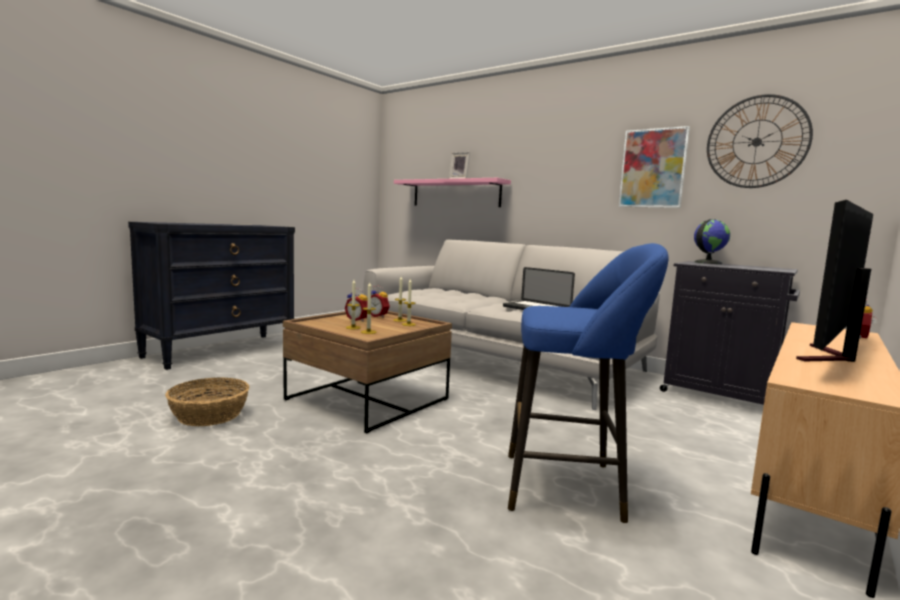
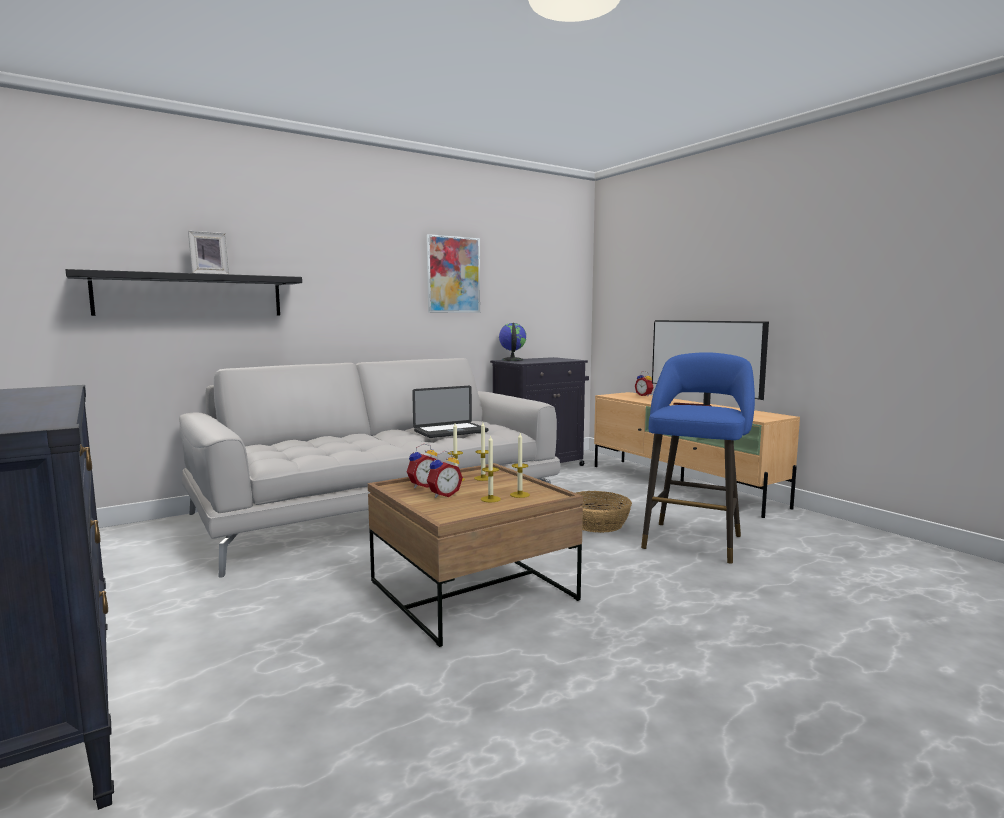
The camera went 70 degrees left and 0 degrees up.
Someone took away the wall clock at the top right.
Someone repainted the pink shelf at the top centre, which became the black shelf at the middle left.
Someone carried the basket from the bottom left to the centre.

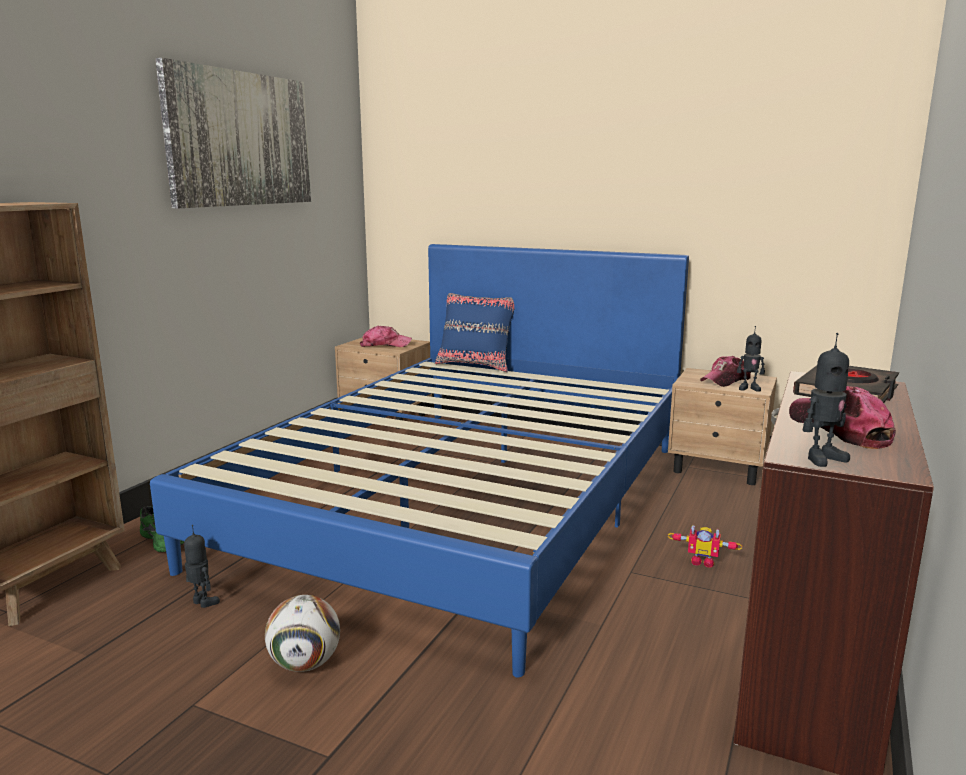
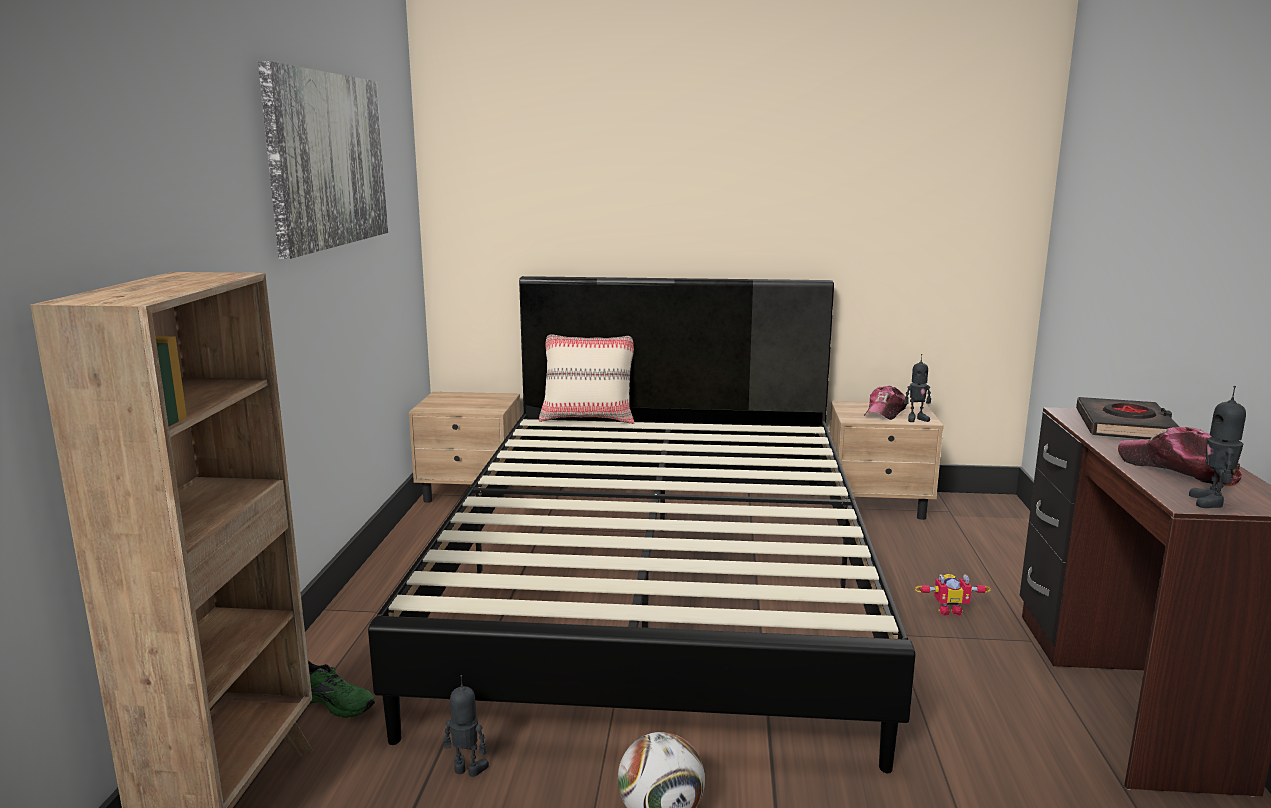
The camera went 20 degrees left and 0 degrees up.
Someone repainted the blue bed at the centre, which became the black bed at the centre.
Someone repainted the blue pillow at the centre, which became the beige pillow at the centre.
Someone took away the cap (no. 1 from left) at the centre.
Someone rotated the toy robot (no. 4 from left) at the middle right by 150 degrees clockwise.

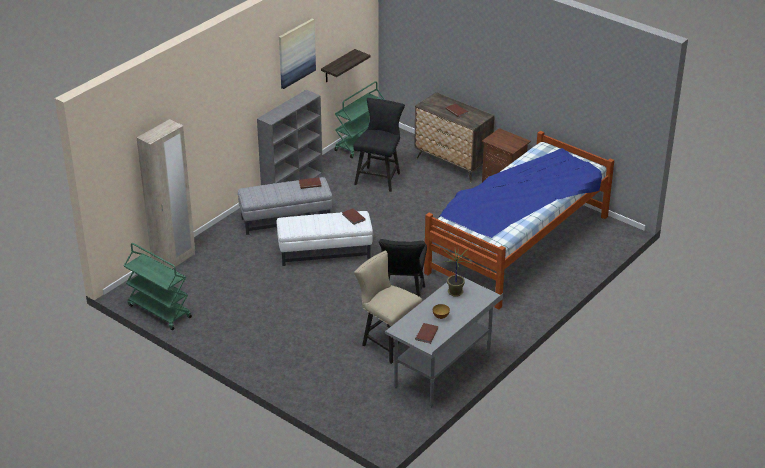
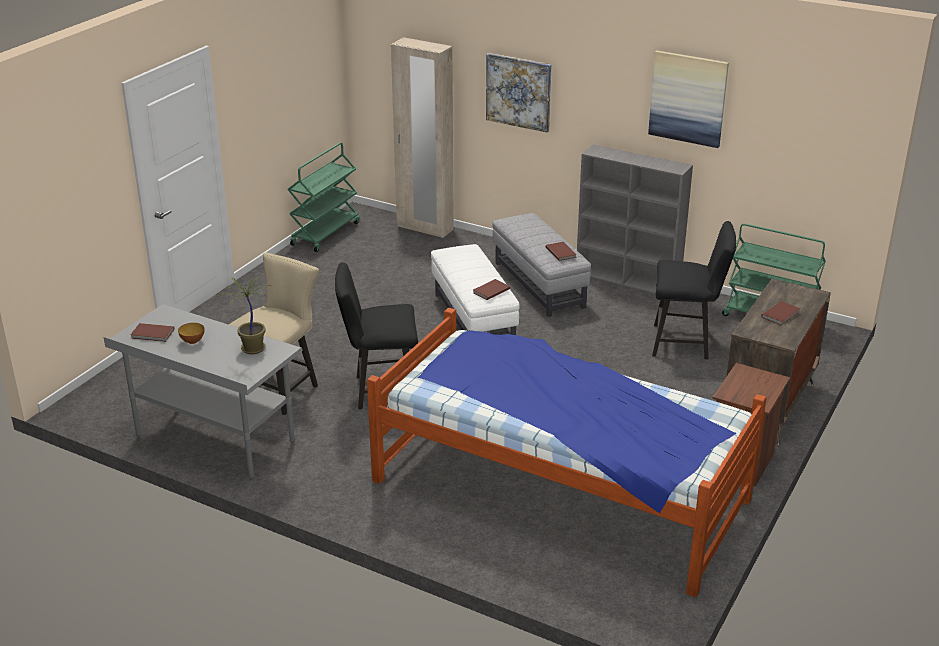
The camera went 80 degrees right and 5 degrees down.
Someone took away the shelf at the top centre.
Someone put up the picture (no. 1 from left) at the top centre.

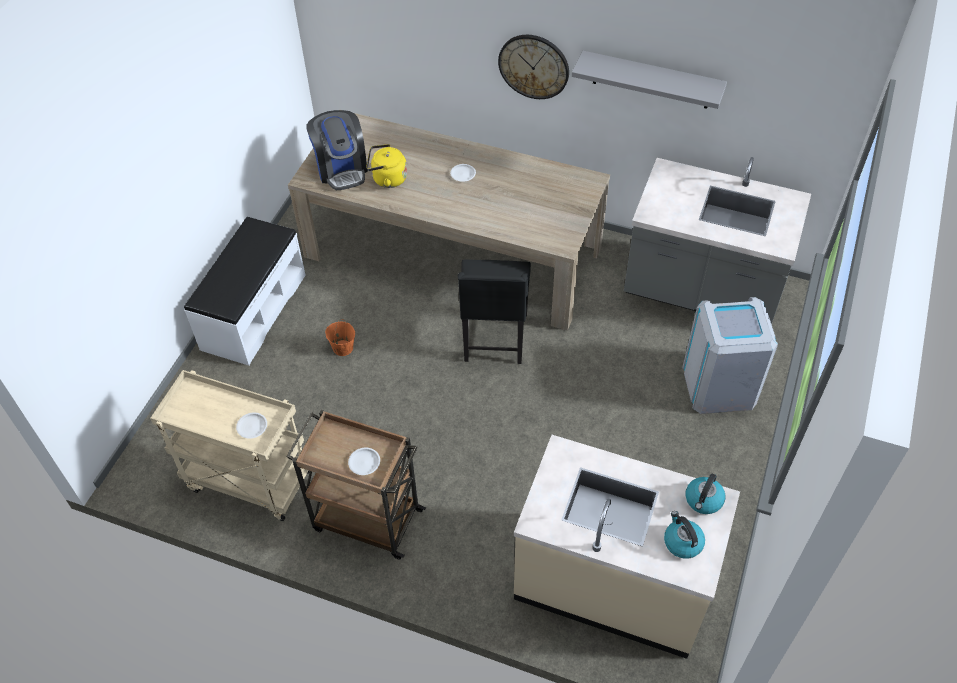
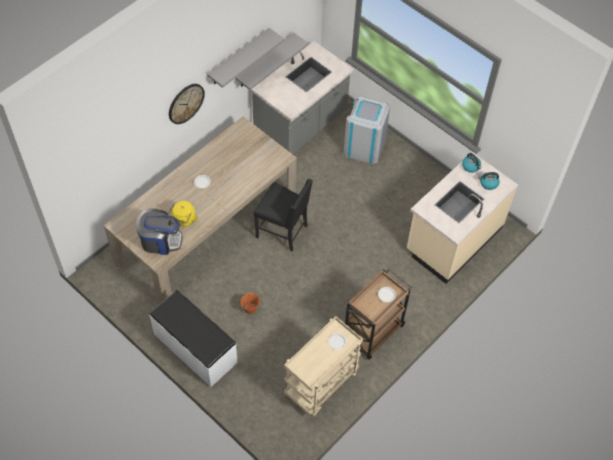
The camera went 70 degrees left and 5 degrees up.
Someone put up the grey shelf (no. 2 from left) at the top centre.

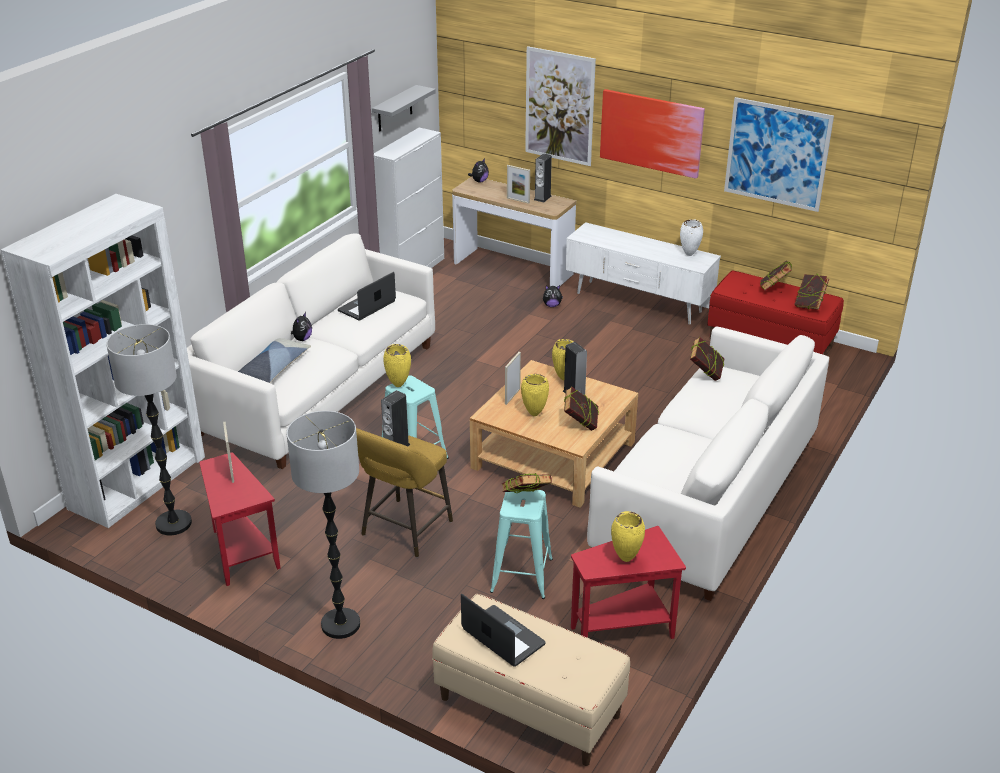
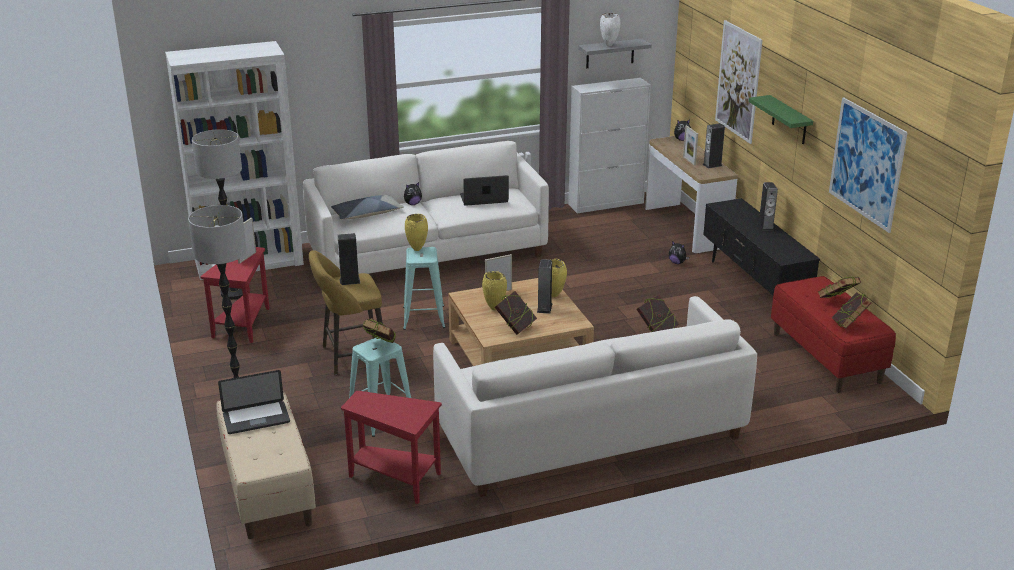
The camera went 40 degrees right and 5 degrees down.
Someone swapped the picture (no. 2 from left) at the top centre for the green shelf at the top right.
Someone carried the white vase from the top right to the top centre.
Someone repainted the white tv stand at the centre, which became the black tv stand at the middle right.
Someone took away the yellow vase (no. 4 from left) at the bottom centre.
Someone rotated the laptop (no. 2 from left in the first image) at the bottom centre by 75 degrees clockwise.
Someone put down the speaker (no. 4 from left) at the middle right.

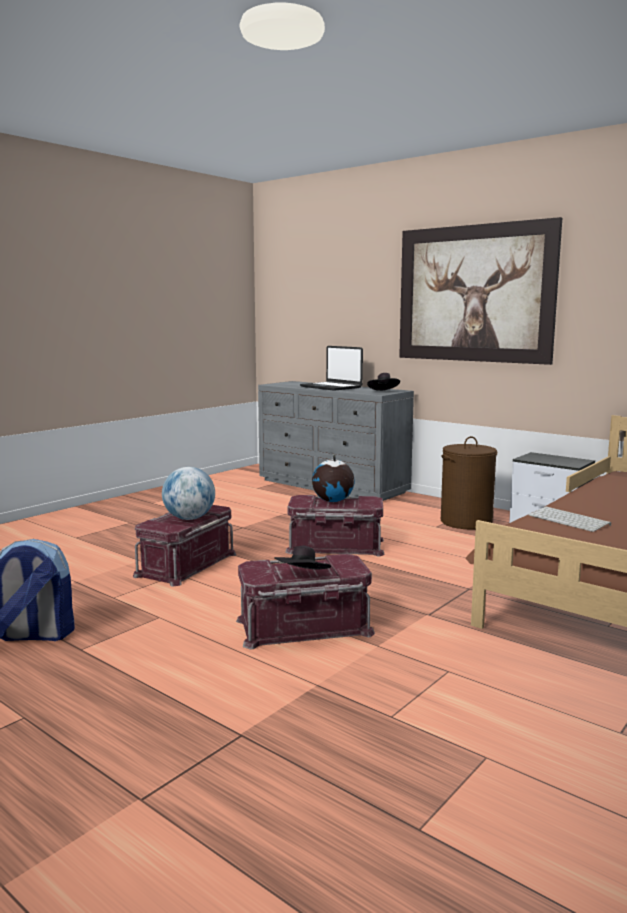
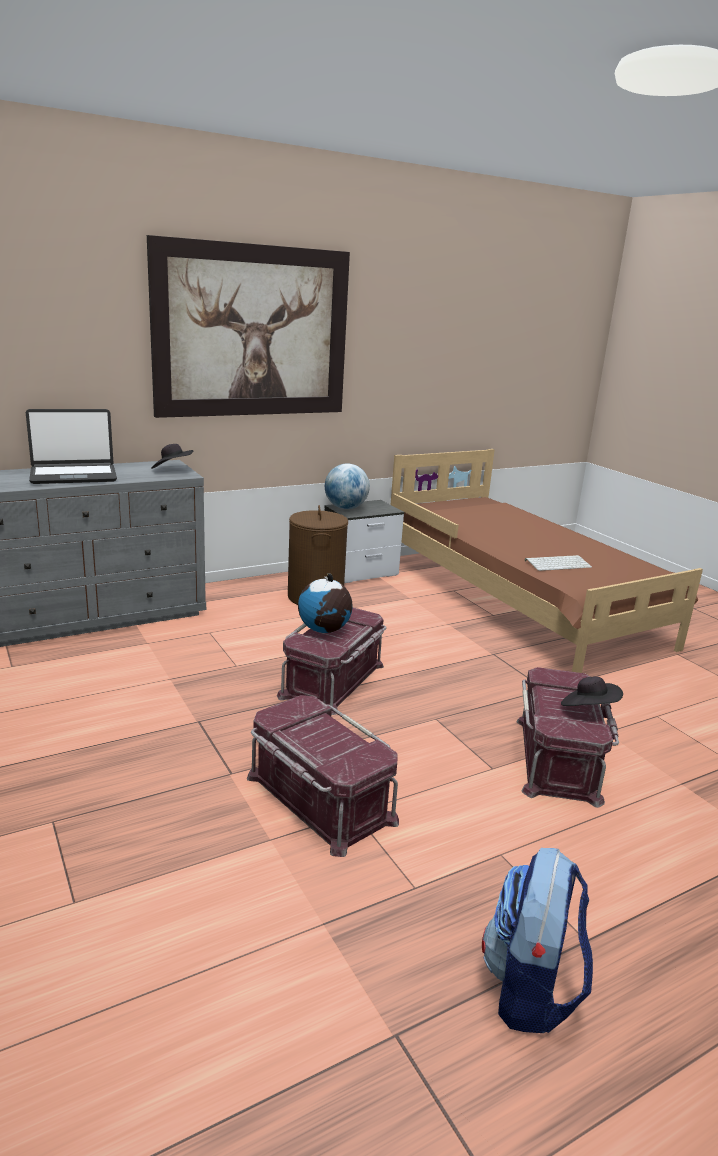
The camera went 70 degrees left and 10 degrees up.
Someone carried the globe (no. 1 from left in the first image) from the middle left to the centre.

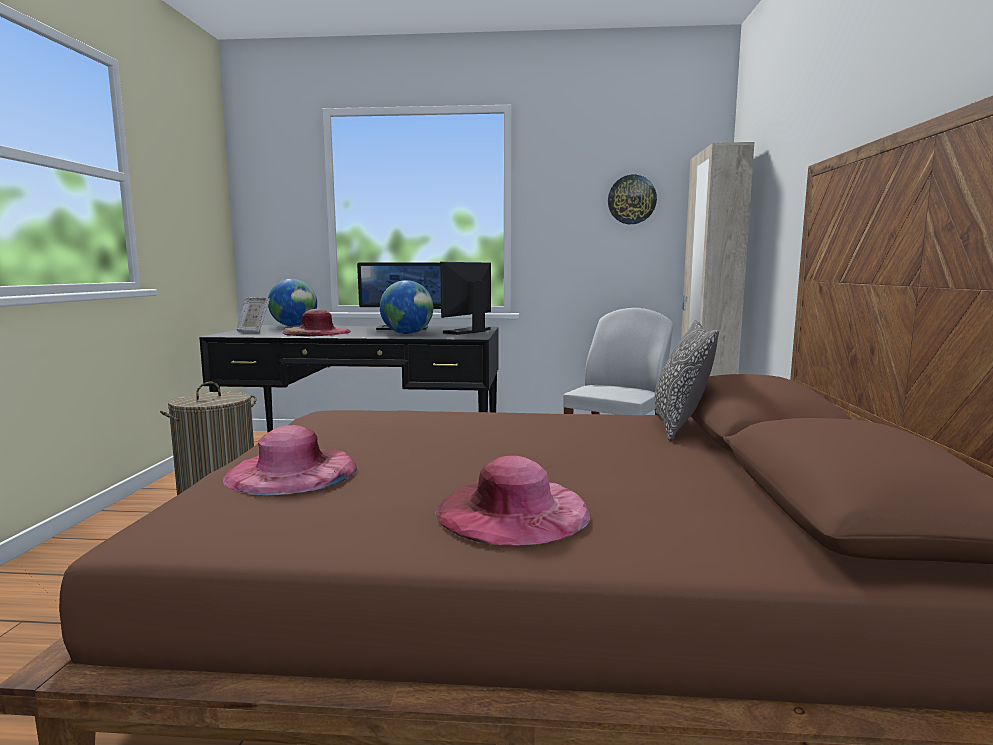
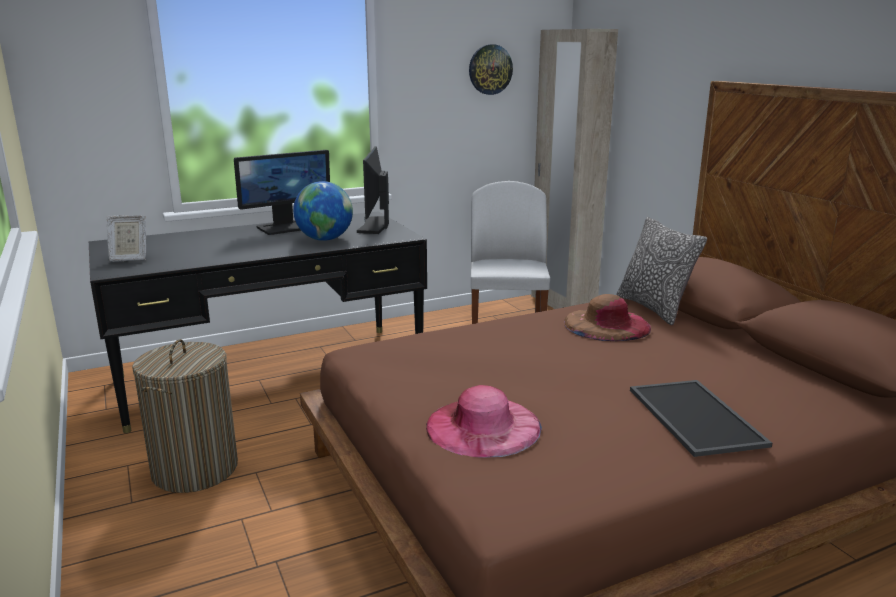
The camera went 30 degrees left and 10 degrees up.
Someone took away the globe (no. 1 from left) at the middle left.
Someone carried the brown hat from the middle left to the middle right.
Someone swapped the pink hat (no. 2 from left) at the bottom centre for the tray at the bottom right.

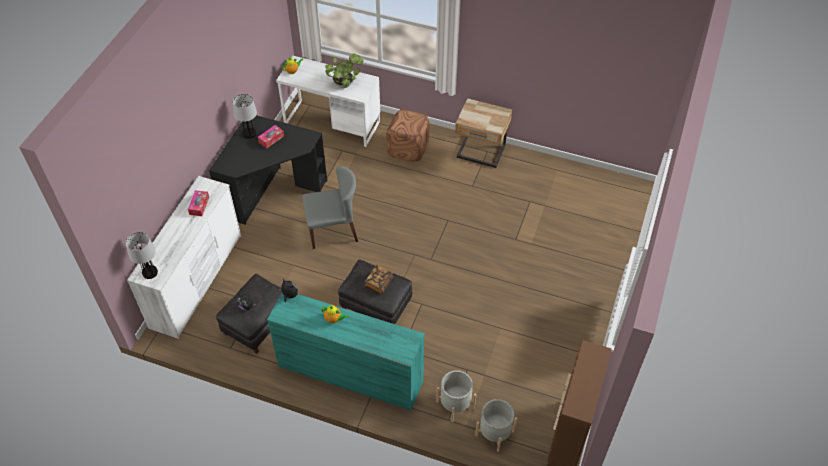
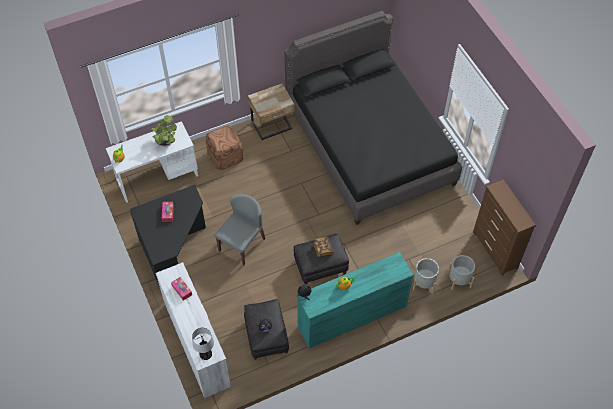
The camera went 45 degrees left and 5 degrees up.
Someone took away the table lamp (no. 2 from left) at the top left.
Someone put down the black bed at the top centre.

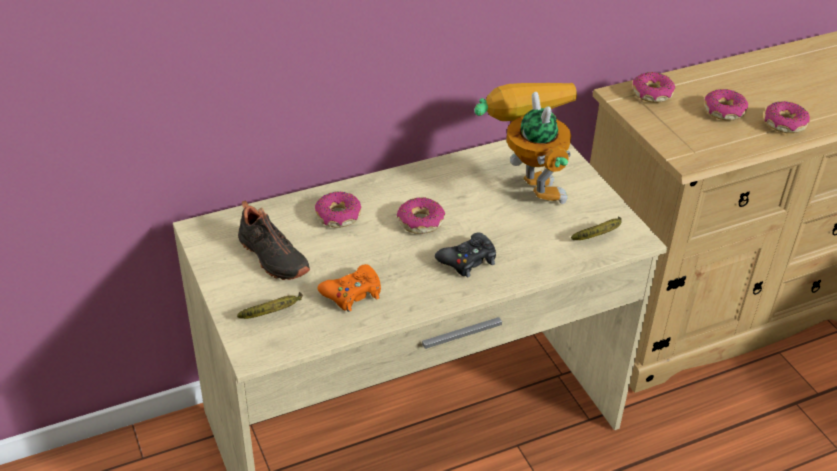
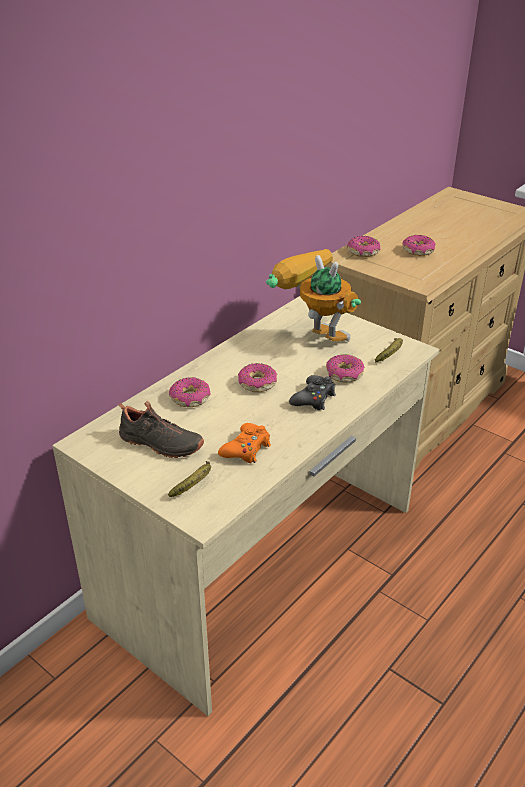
The camera went 25 degrees left and 5 degrees down.
Someone carried the donut (no. 5 from left in the first image) from the top right to the centre.

